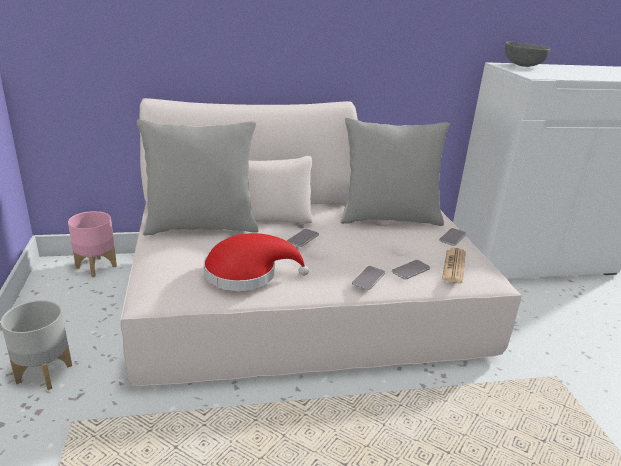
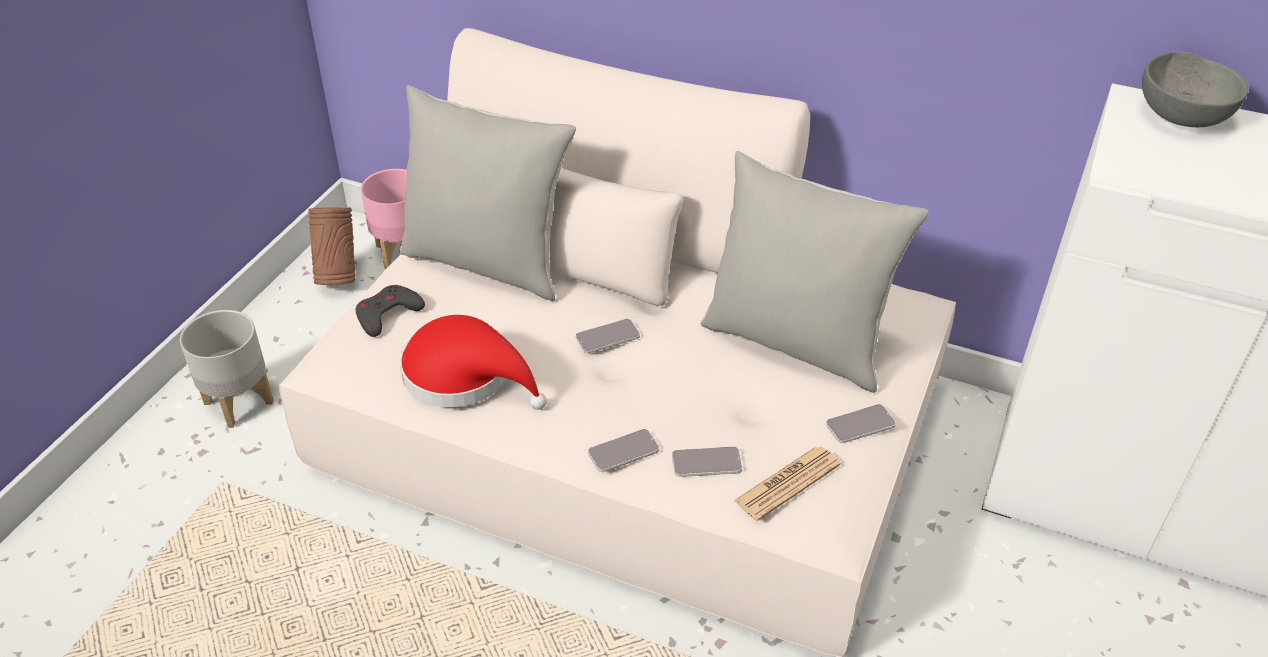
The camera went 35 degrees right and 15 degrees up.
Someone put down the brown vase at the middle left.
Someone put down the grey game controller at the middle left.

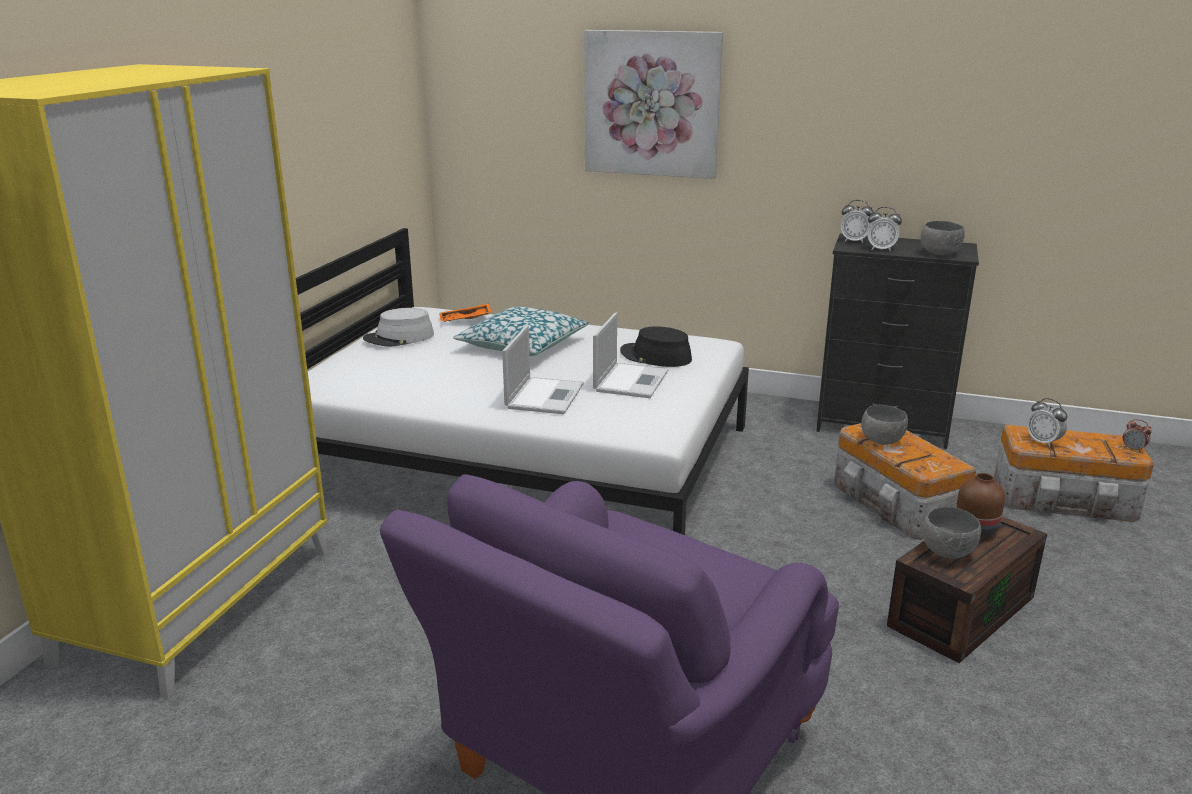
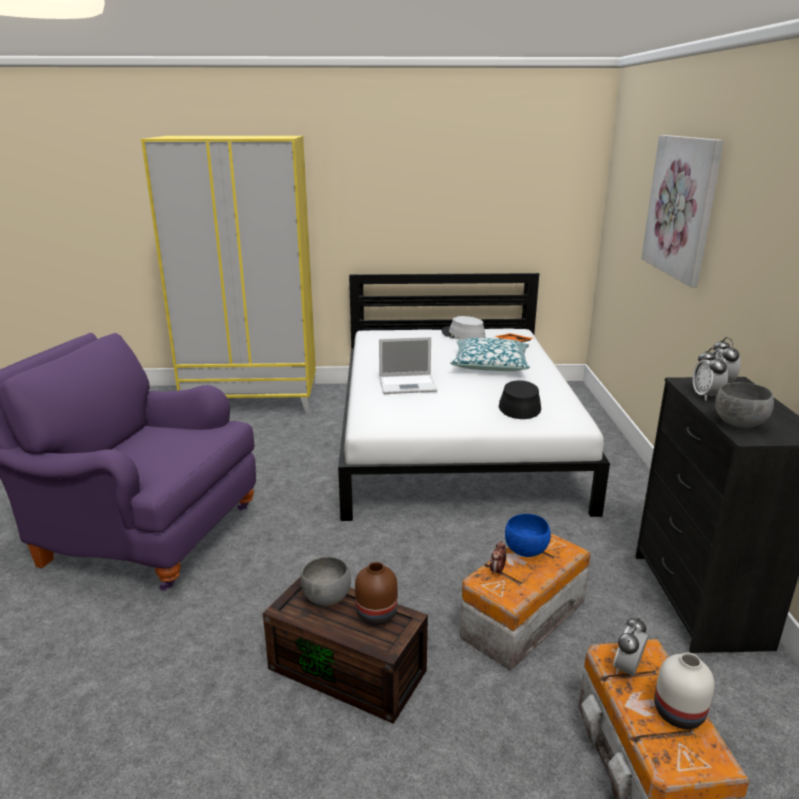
The camera went 70 degrees right and 0 degrees up.
Someone took away the laptop (no. 2 from left) at the centre.
Someone repainted the grey bowl (no. 1 from left) at the middle right, which became the blue bowl at the bottom centre.
Someone carried the alarm clock (no. 4 from left in the first image) from the middle right to the bottom centre.
Someone put down the white vase at the bottom right.

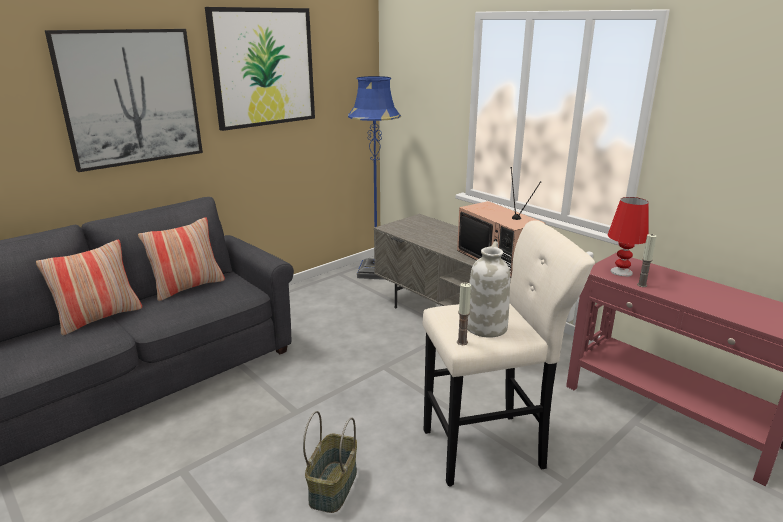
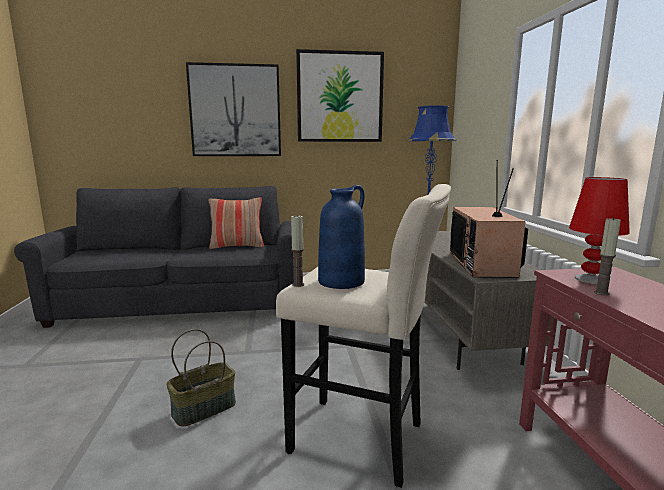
The camera went 35 degrees right and 10 degrees down.
Someone took away the pillow (no. 1 from left) at the middle left.
Someone repainted the white vase at the centre, which became the blue vase at the centre.

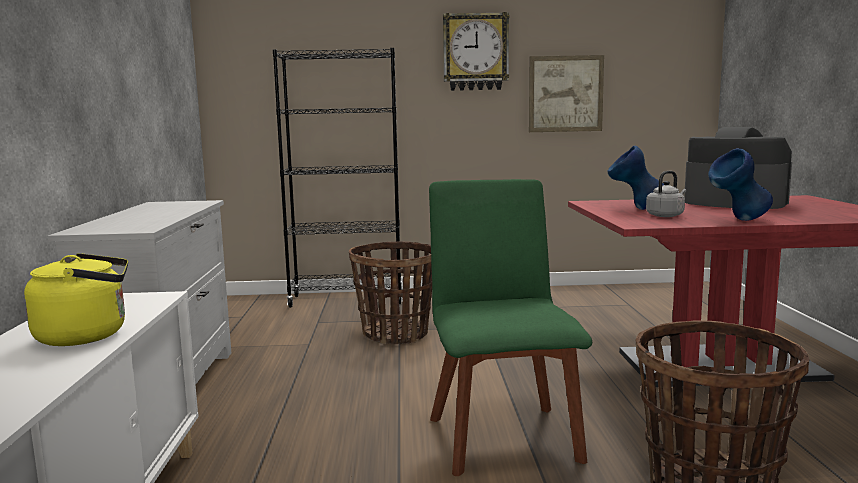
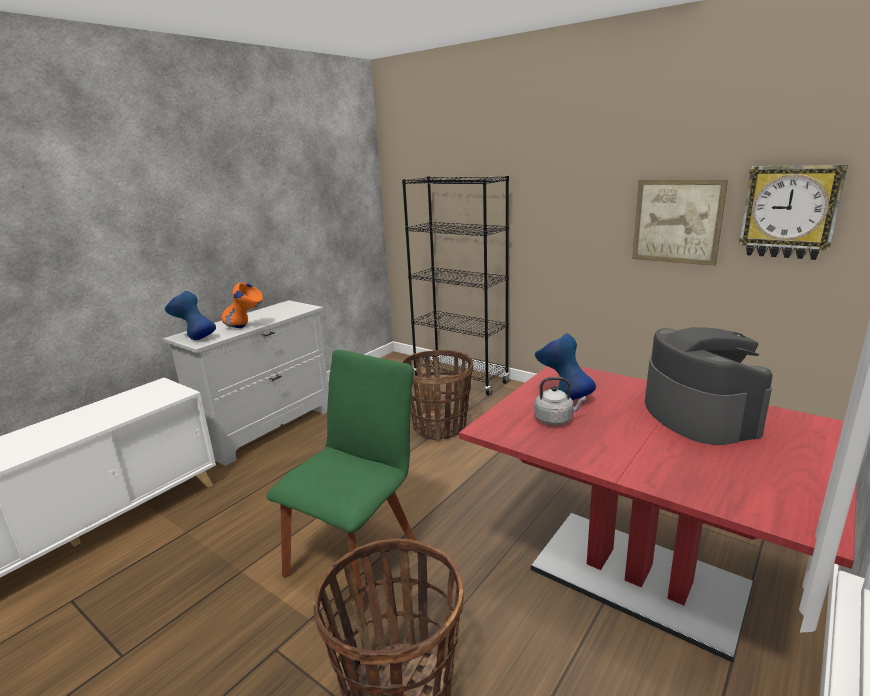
The camera went 40 degrees right and 10 degrees up.
Someone carried the wall clock from the top centre to the top right.
Someone carried the blue vase (no. 2 from left in the first image) from the middle right to the middle left.
Someone took away the yellow kettle at the middle left.
Someone put down the orange vase at the middle left.

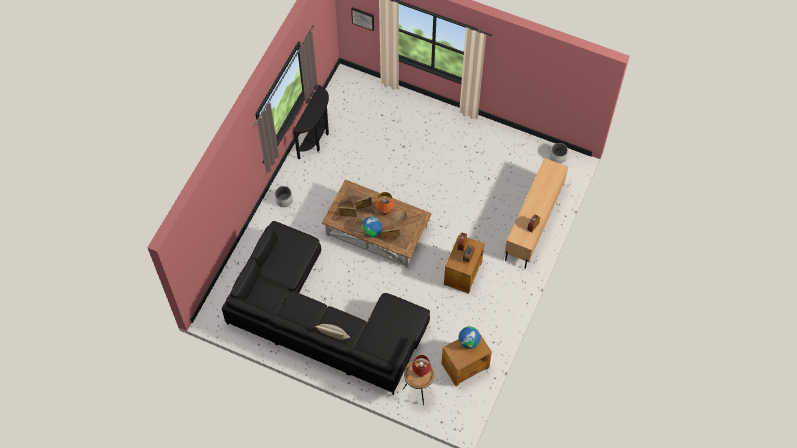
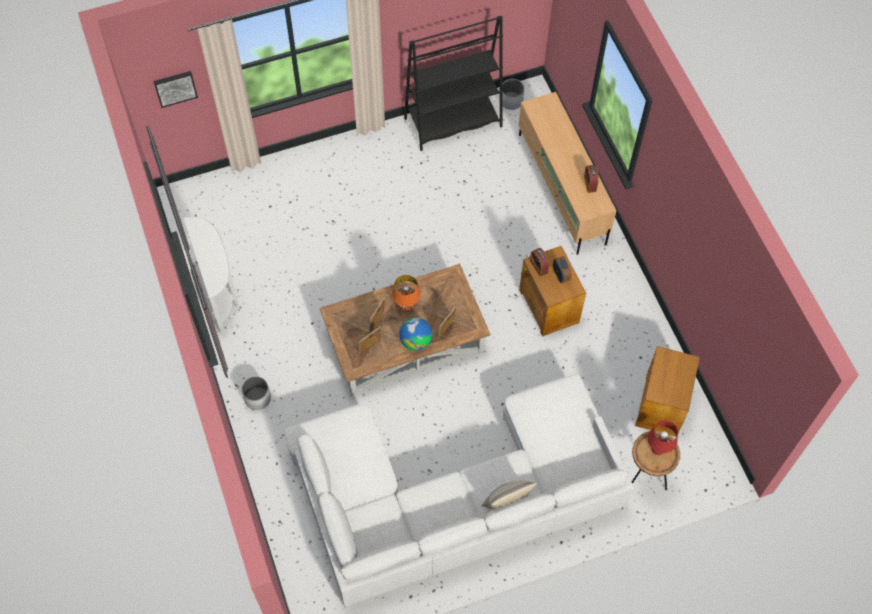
The camera went 45 degrees left and 0 degrees up.
Someone repainted the black console table at the top centre, which became the white console table at the middle left.
Someone repainted the black sofa at the bottom centre, which became the white sofa at the bottom centre.
Someone took away the globe (no. 2 from left) at the bottom centre.
Someone put down the black bookcase at the top centre.

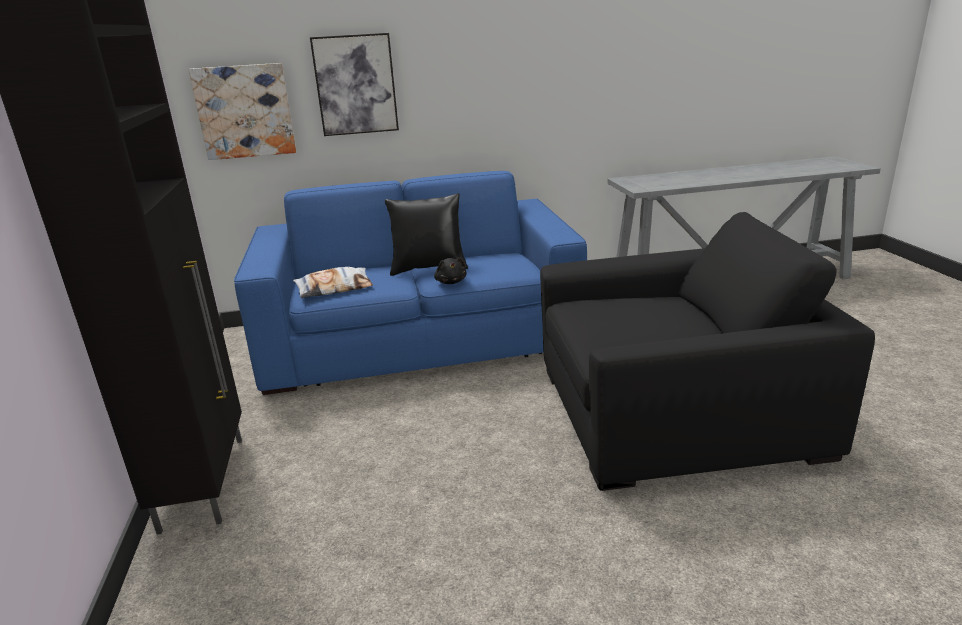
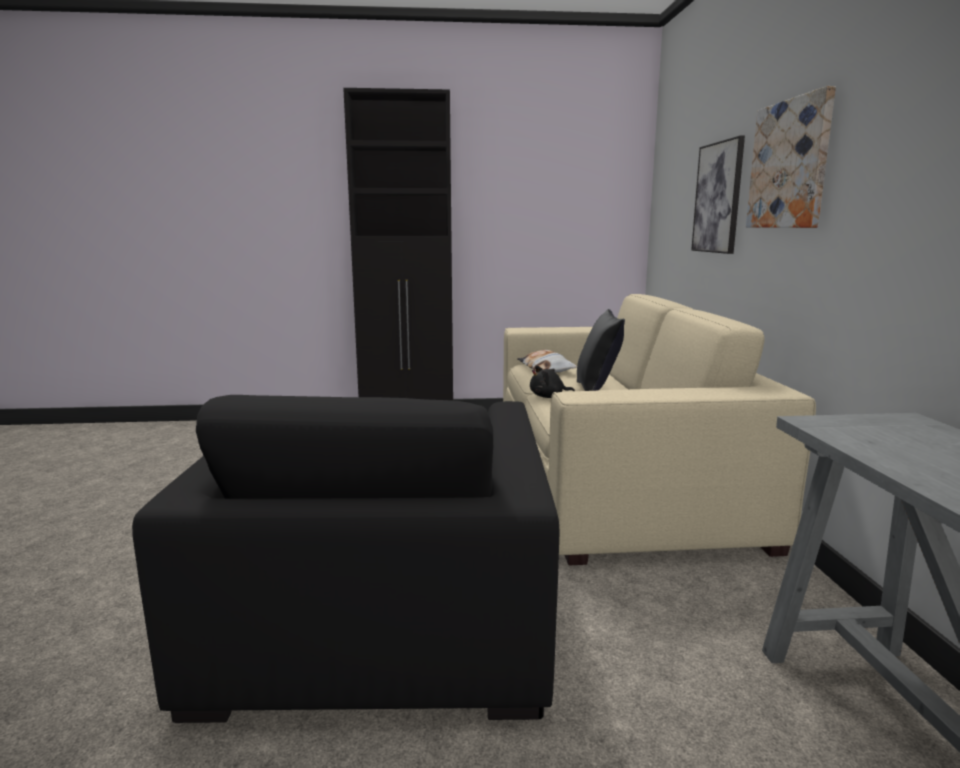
The camera went 95 degrees right and 10 degrees down.
Someone carried the picture (no. 1 from left in the first image) from the top left to the top right.
Someone repainted the blue sofa at the centre, which became the beige sofa at the middle right.

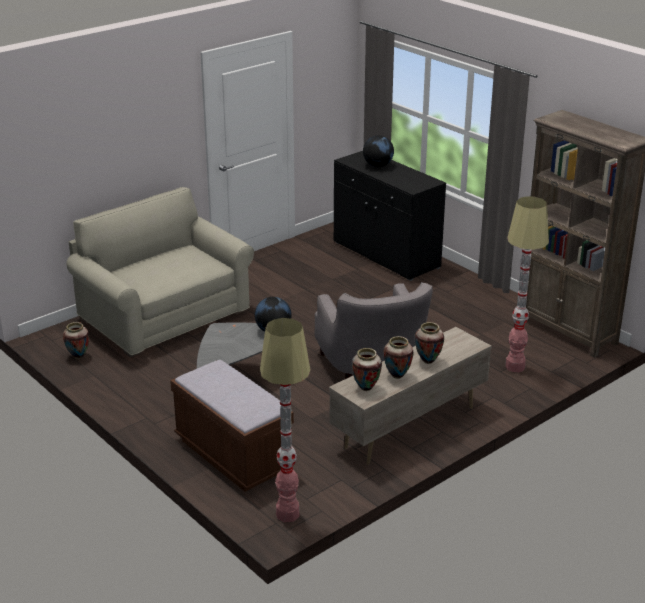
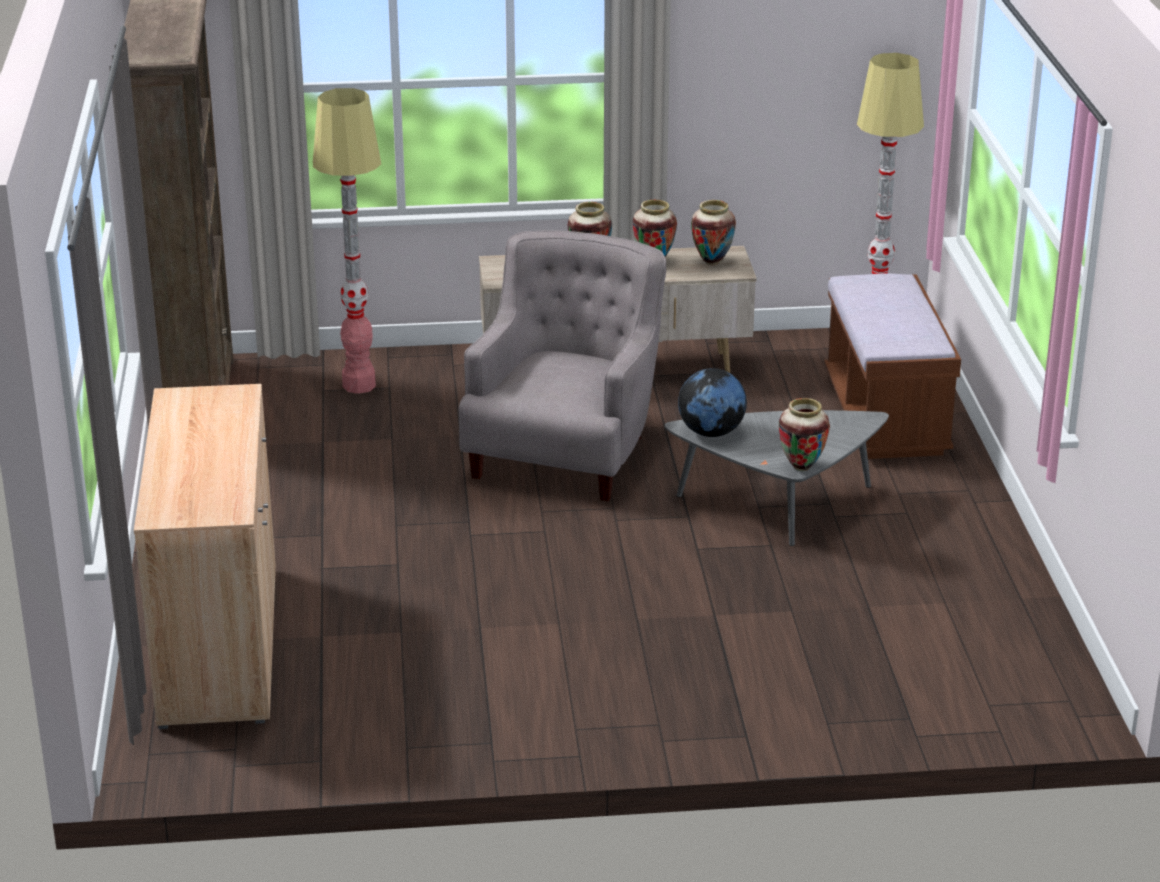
The camera went 145 degrees left and 0 degrees up.
Someone took away the globe (no. 2 from left) at the top centre.
Someone repainted the black cabinet at the centre, which became the beige cabinet at the middle left.
Someone took away the beige sofa at the middle left.
Someone carried the vase (no. 1 from left in the first image) from the middle left to the middle right.

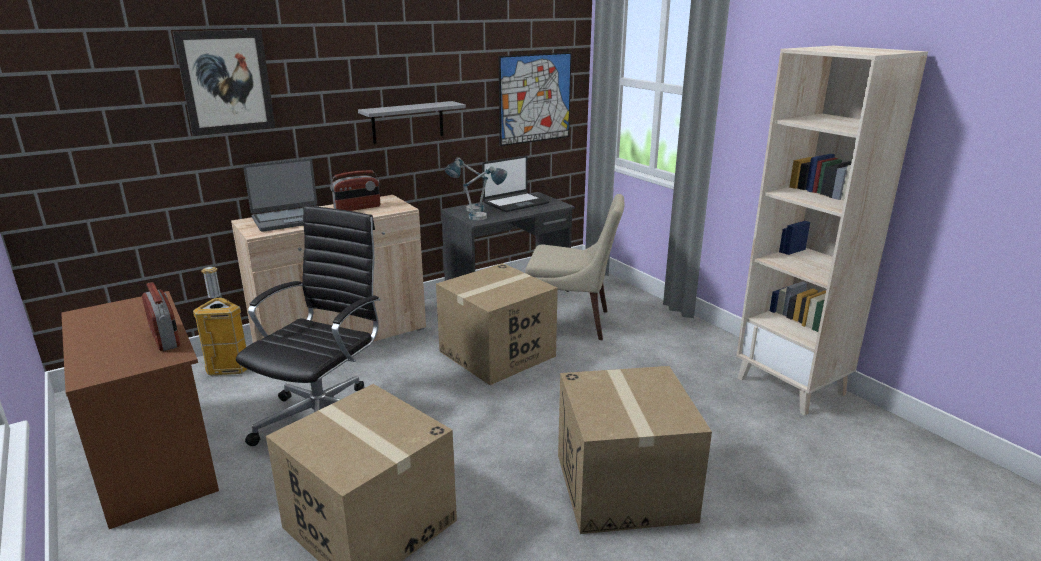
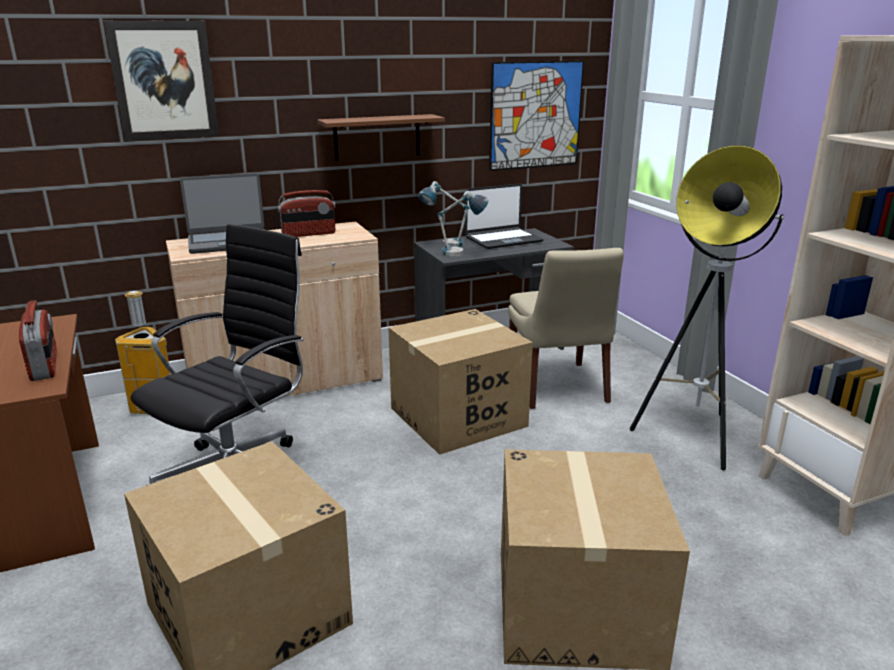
The camera went 10 degrees right and 0 degrees up.
Someone repainted the grey shelf at the top centre, which became the brown shelf at the top centre.
Someone rotated the beige chair at the centre by 60 degrees clockwise.
Someone put down the floor lamp at the middle right.

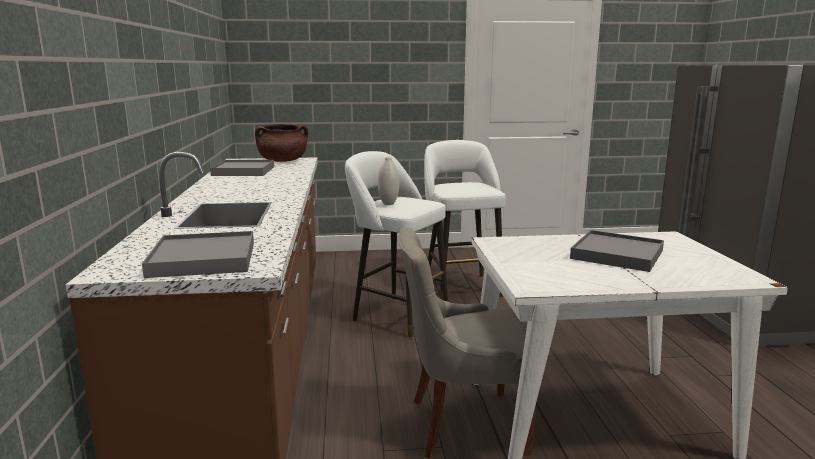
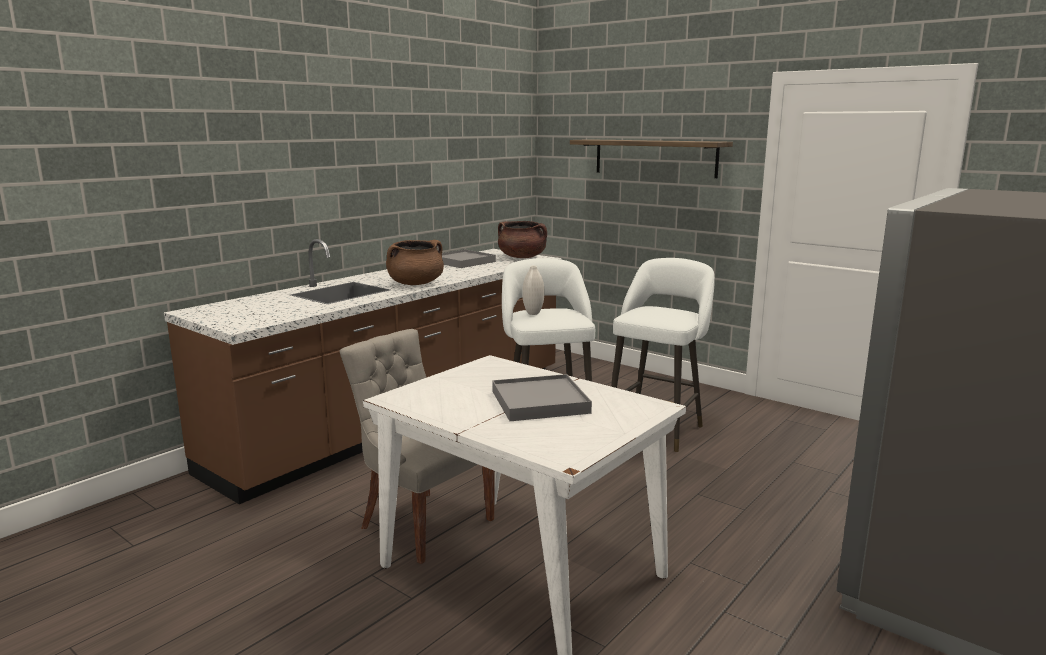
The camera went 45 degrees right and 0 degrees up.
Someone took away the grey tray (no. 1 from left) at the middle left.
Someone put up the shelf at the top centre.
Someone put down the brown cooking pot (no. 1 from left) at the centre.

